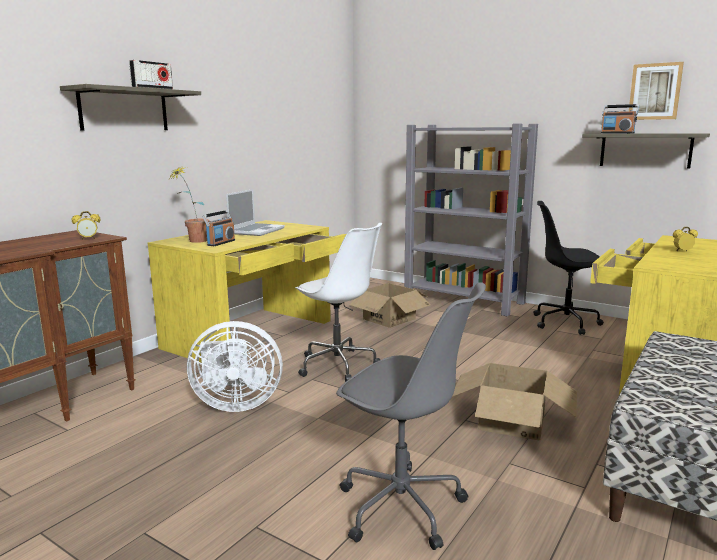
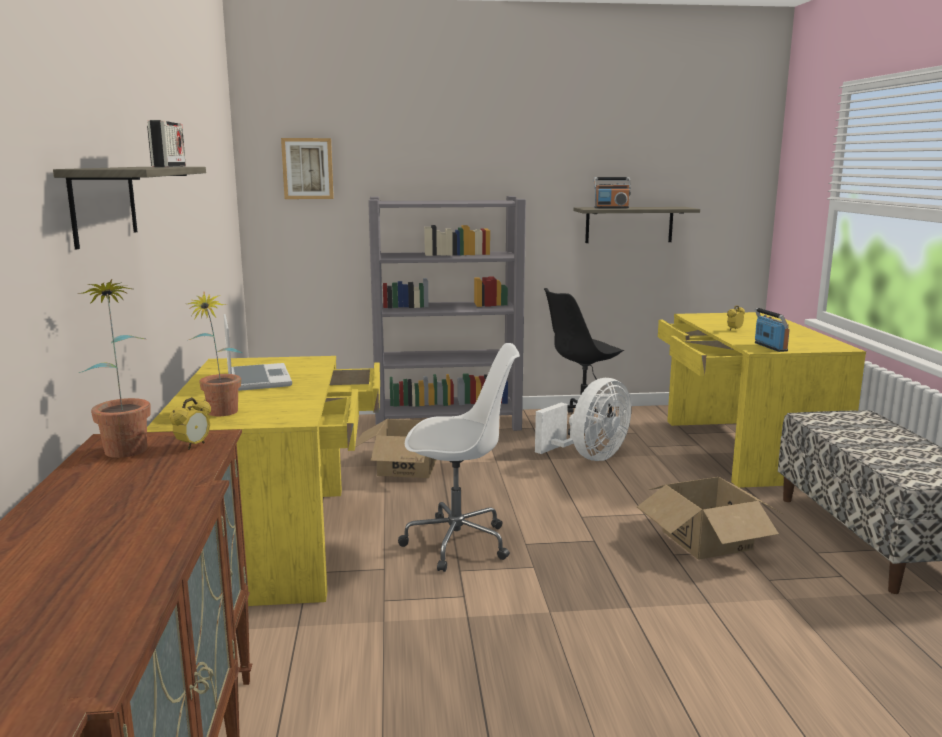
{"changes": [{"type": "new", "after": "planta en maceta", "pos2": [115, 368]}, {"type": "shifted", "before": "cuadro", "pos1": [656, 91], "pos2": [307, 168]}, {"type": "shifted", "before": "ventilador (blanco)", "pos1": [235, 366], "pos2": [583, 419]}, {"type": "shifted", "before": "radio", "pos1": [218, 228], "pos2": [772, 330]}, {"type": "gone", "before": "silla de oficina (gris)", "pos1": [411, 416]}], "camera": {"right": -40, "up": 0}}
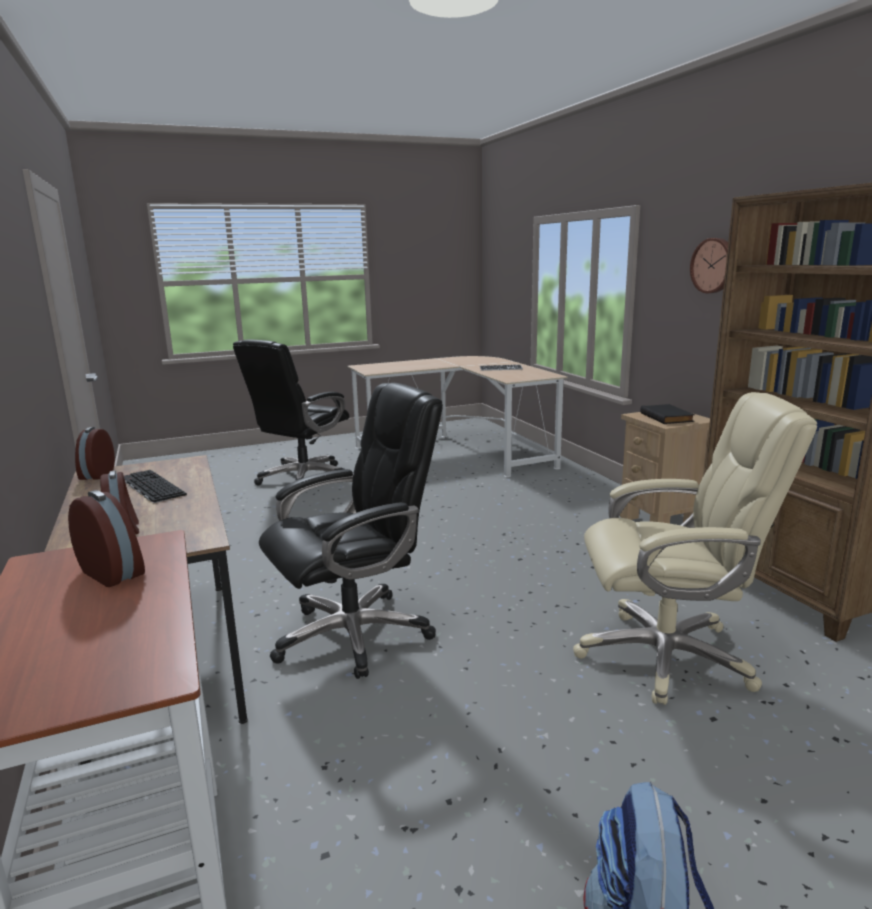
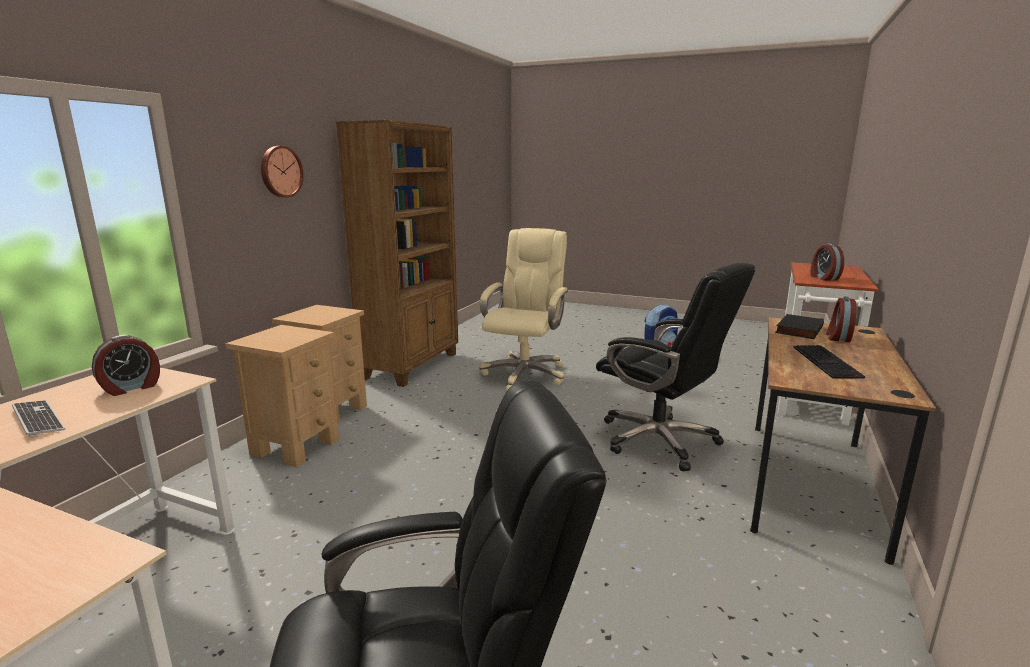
{"changes": [{"type": "shifted", "before": "despertador", "pos1": [95, 453], "pos2": [126, 365]}, {"type": "new", "after": "mesita de noche (beis)", "pos2": [282, 396]}, {"type": "rotated", "before": "silla de oficina (beis)", "pos1": [695, 548], "pos2": [523, 309], "turn": 60}, {"type": "rotated", "before": "silla de oficina (negro)", "pos1": [351, 531], "pos2": [675, 367], "turn": -150}, {"type": "shifted", "before": "libro (negro)", "pos1": [667, 414], "pos2": [799, 326]}], "camera": {"right": -135, "up": 0}}
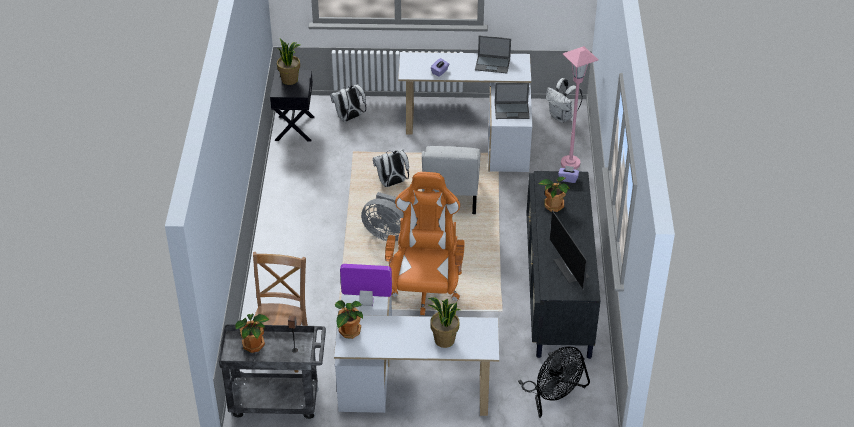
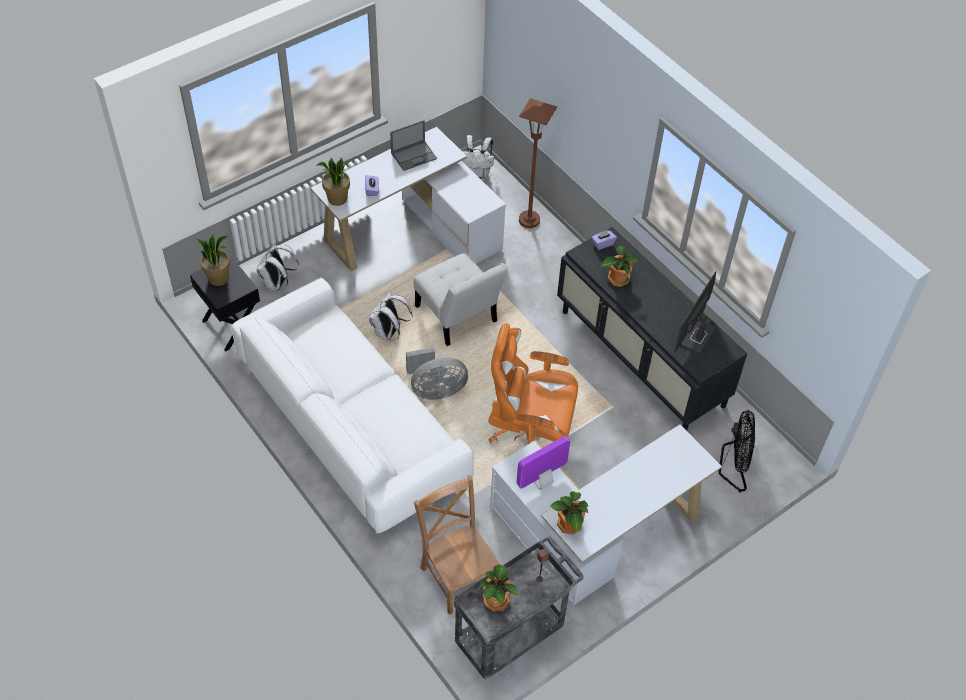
{"changes": [{"type": "new", "after": "sofá (blanco)", "pos2": [352, 406]}, {"type": "shifted", "before": "planta en maceta", "pos1": [443, 322], "pos2": [333, 181]}, {"type": "rotated", "before": "silla de oficina (naranja)", "pos1": [424, 243], "pos2": [533, 384], "turn": -45}, {"type": "repainted", "before": "lámpara de pie (rosa)", "after": "lámpara de pie (marrón)", "pos1": [579, 108], "pos2": [538, 163]}, {"type": "rotated", "before": "monitor", "pos1": [570, 250], "pos2": [695, 312], "turn": 90}, {"type": "gone", "before": "portátil", "pos1": [512, 101]}], "camera": {"right": -40, "up": 10}}
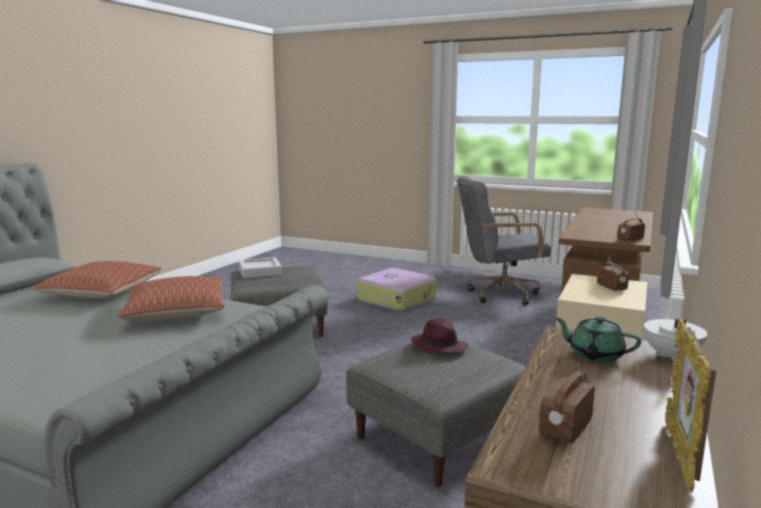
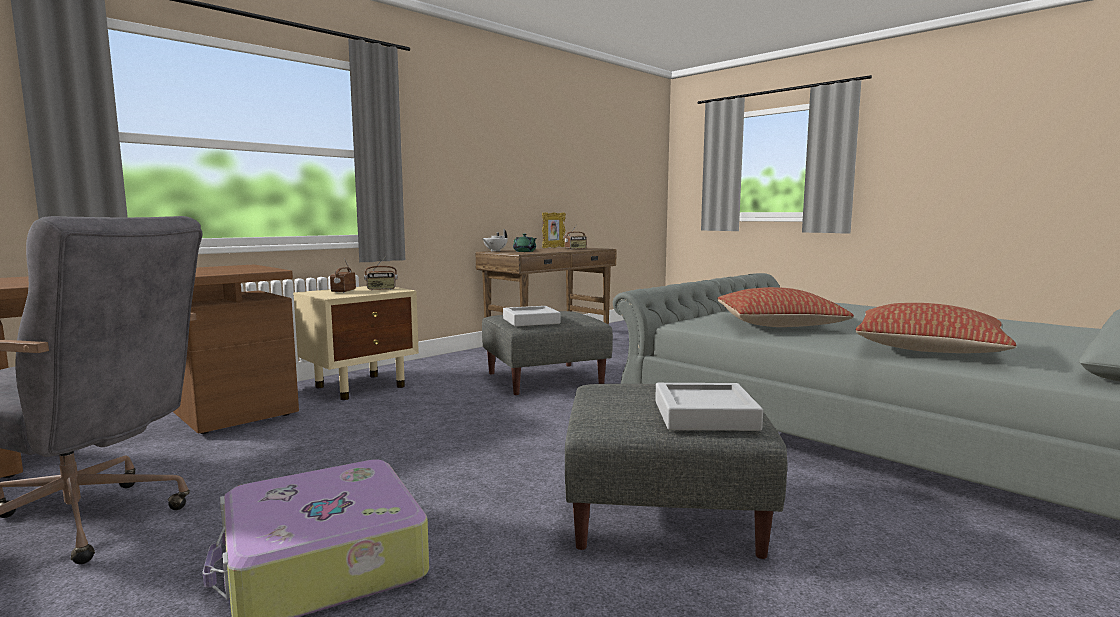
{"changes": [{"type": "shifted", "before": "radio", "pos1": [631, 226], "pos2": [381, 273]}, {"type": "swapped", "before": "sombrero (morado)", "after": "bandeja (gris)", "pos1": [440, 336], "pos2": [531, 316]}], "camera": {"right": -160, "up": -5}}
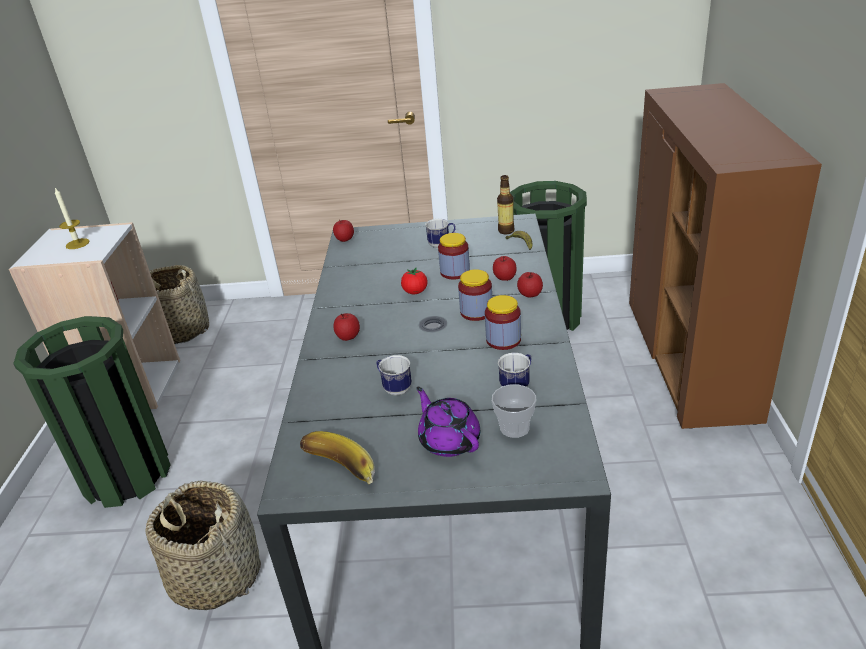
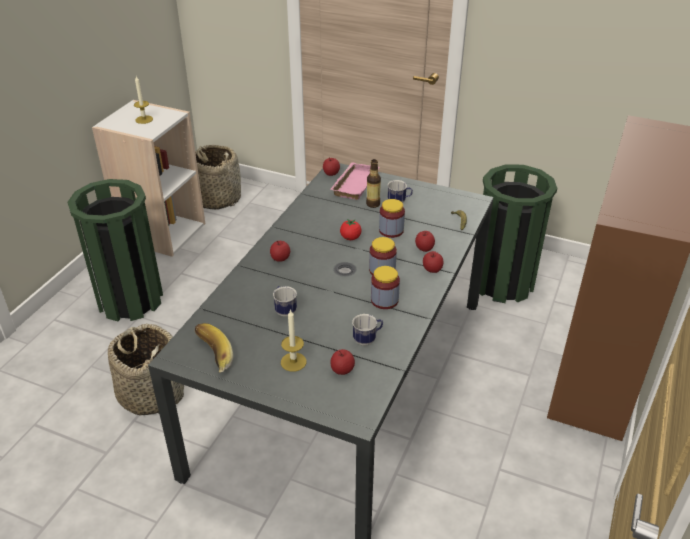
{"changes": [{"type": "swapped", "before": "tetera (morado)", "after": "vela", "pos1": [448, 422], "pos2": [294, 340]}, {"type": "new", "after": "bandeja (rosa)", "pos2": [355, 181]}, {"type": "swapped", "before": "taza", "after": "manzana", "pos1": [514, 411], "pos2": [342, 362]}, {"type": "shifted", "before": "botella", "pos1": [505, 204], "pos2": [373, 183]}], "camera": {"right": 20, "up": 5}}
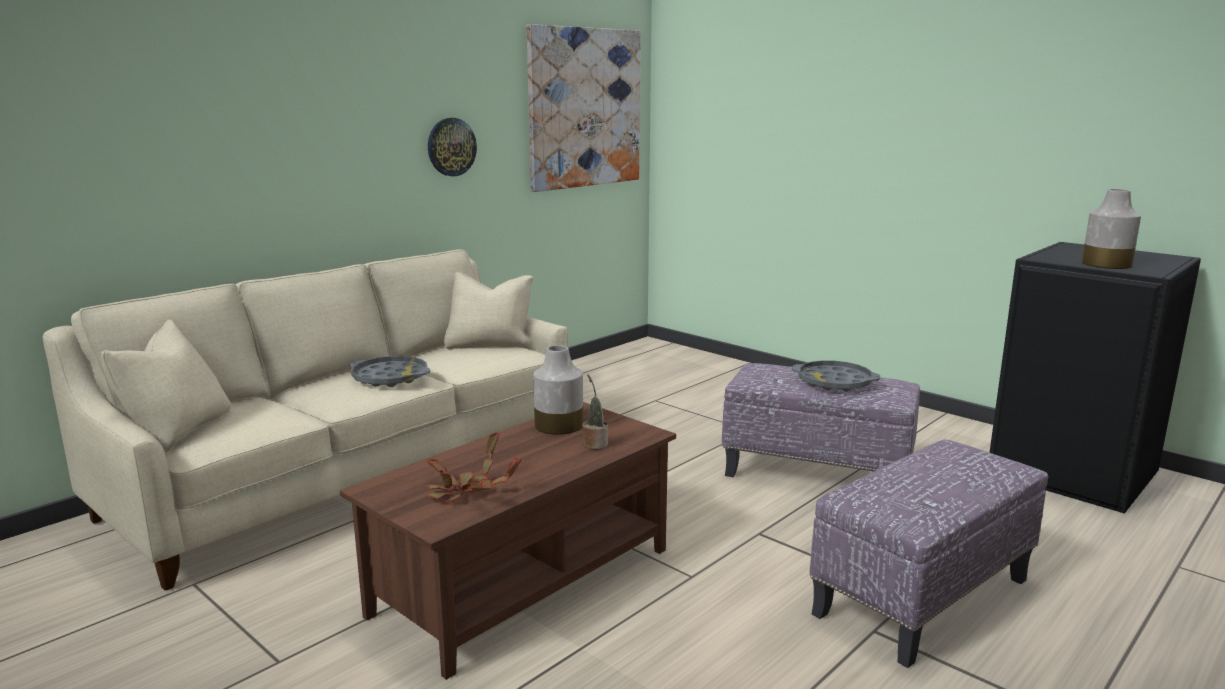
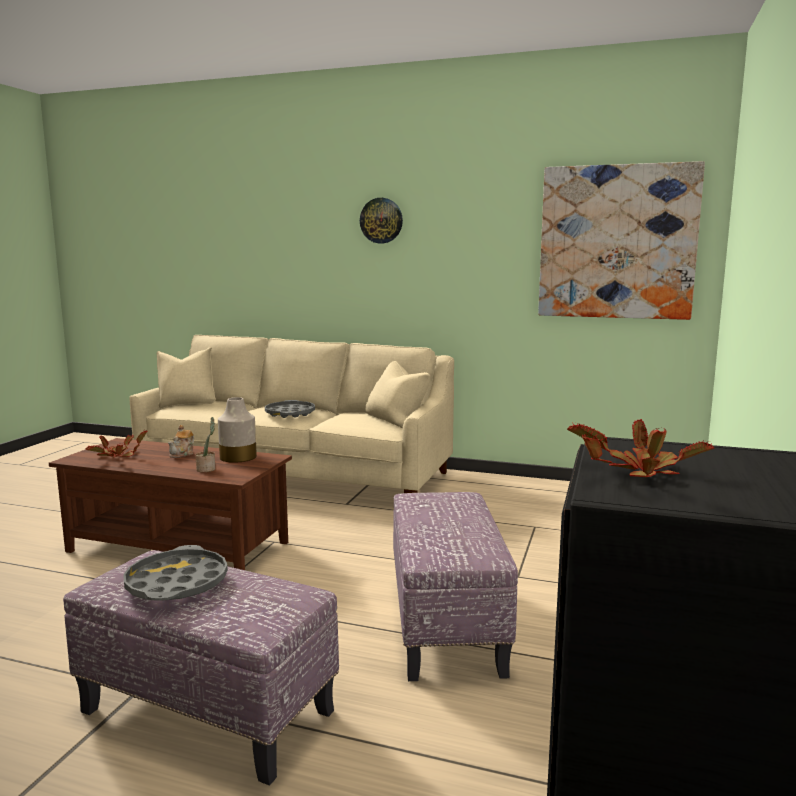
{"changes": [{"type": "shifted", "before": "bandeja (gris)", "pos1": [836, 376], "pos2": [175, 573]}, {"type": "new", "after": "tetera", "pos2": [181, 441]}, {"type": "shifted", "before": "reloj de pared", "pos1": [452, 147], "pos2": [381, 221]}, {"type": "swapped", "before": "florero (beis)", "after": "planta en maceta", "pos1": [1111, 229], "pos2": [641, 448]}], "camera": {"right": 65, "up": -5}}
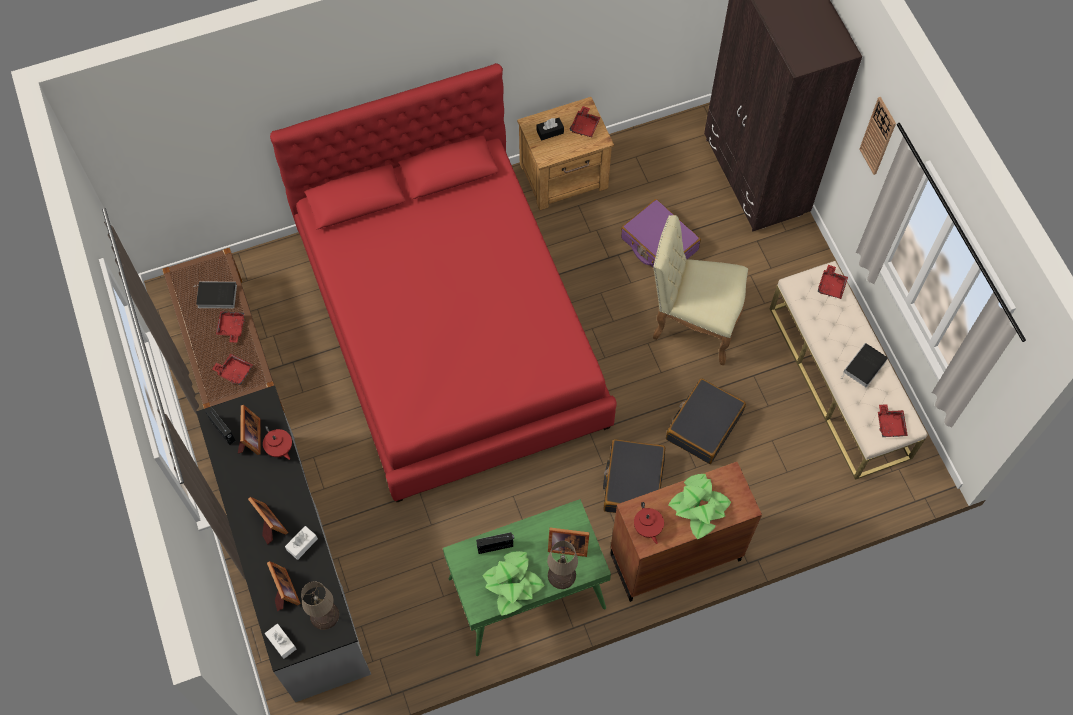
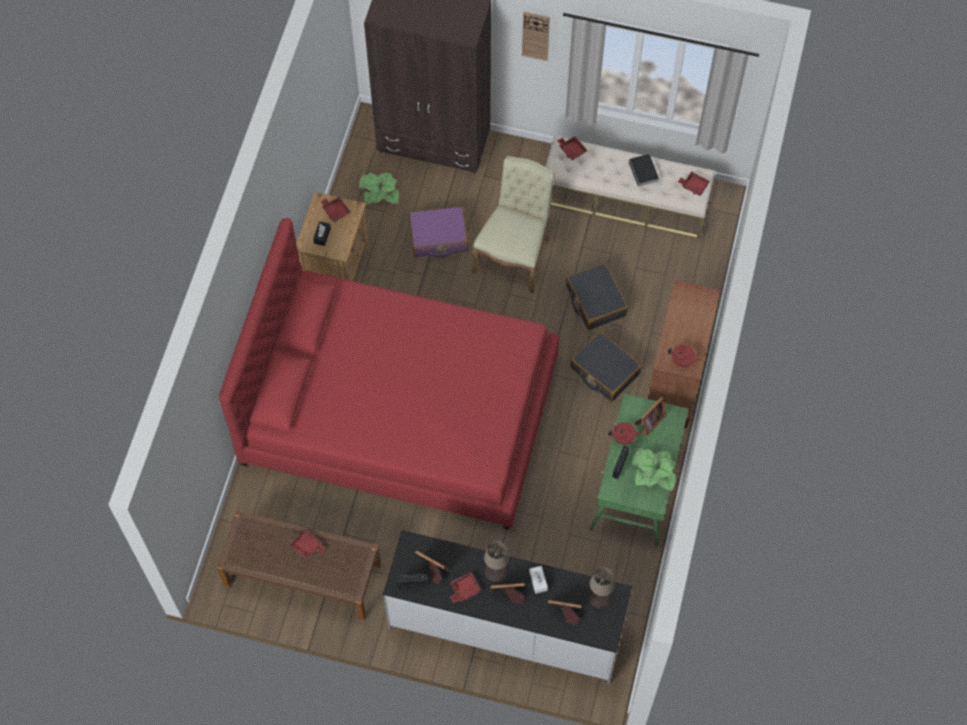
{"changes": [{"type": "shifted", "before": "planta en maceta", "pos1": [699, 506], "pos2": [379, 189]}, {"type": "shifted", "before": "bandeja (rojo)", "pos1": [232, 369], "pos2": [466, 587]}, {"type": "rotated", "before": "silla (beis)", "pos1": [700, 290], "pos2": [513, 224], "turn": 150}, {"type": "shifted", "before": "lámpara de mesa (beis)", "pos1": [562, 565], "pos2": [496, 561]}, {"type": "shifted", "before": "tetera (rojo)", "pos1": [277, 443], "pos2": [625, 433]}, {"type": "gone", "before": "libro", "pos1": [215, 294]}, {"type": "gone", "before": "caja de pañuelos (blanco)", "pos1": [280, 641]}], "camera": {"right": -55, "up": 0}}
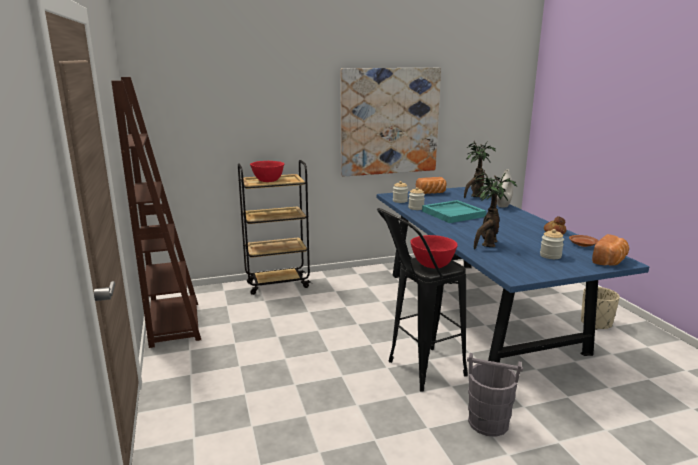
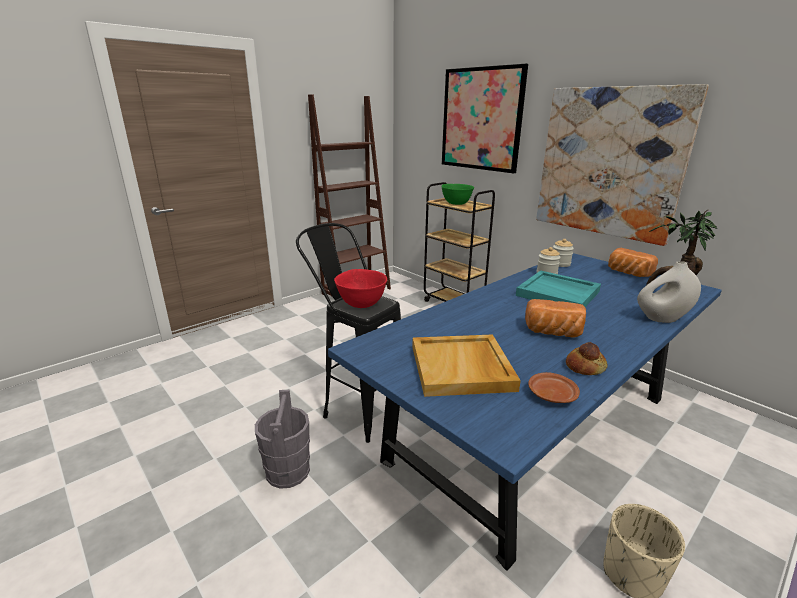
{"changes": [{"type": "swapped", "before": "tarro", "after": "bandeja (beis)", "pos1": [552, 244], "pos2": [466, 365]}, {"type": "repainted", "before": "cuenco (rojo)", "after": "cuenco (verde)", "pos1": [267, 171], "pos2": [457, 194]}, {"type": "new", "after": "cuadro", "pos2": [485, 119]}, {"type": "shifted", "before": "pan", "pos1": [610, 250], "pos2": [555, 318]}, {"type": "gone", "before": "planta en maceta", "pos1": [495, 210]}], "camera": {"right": 65, "up": 5}}
